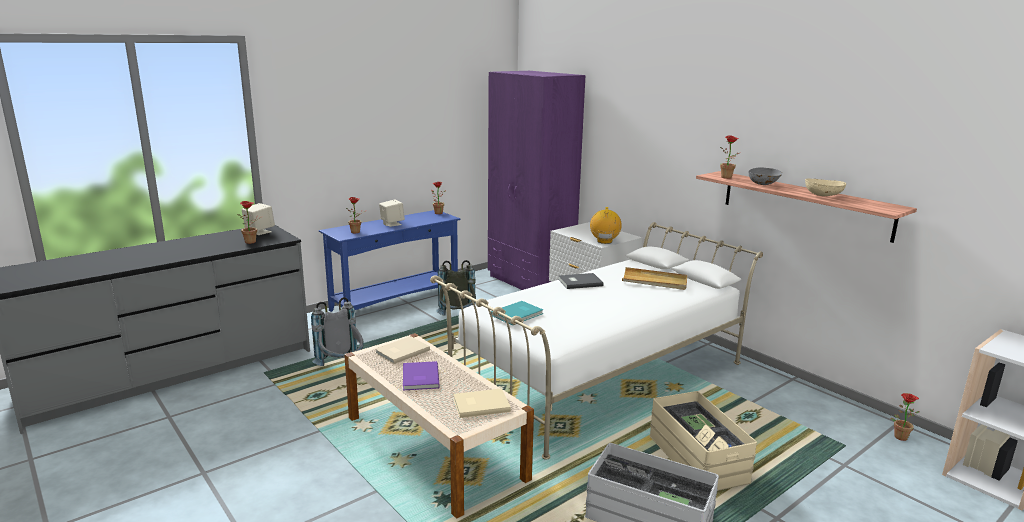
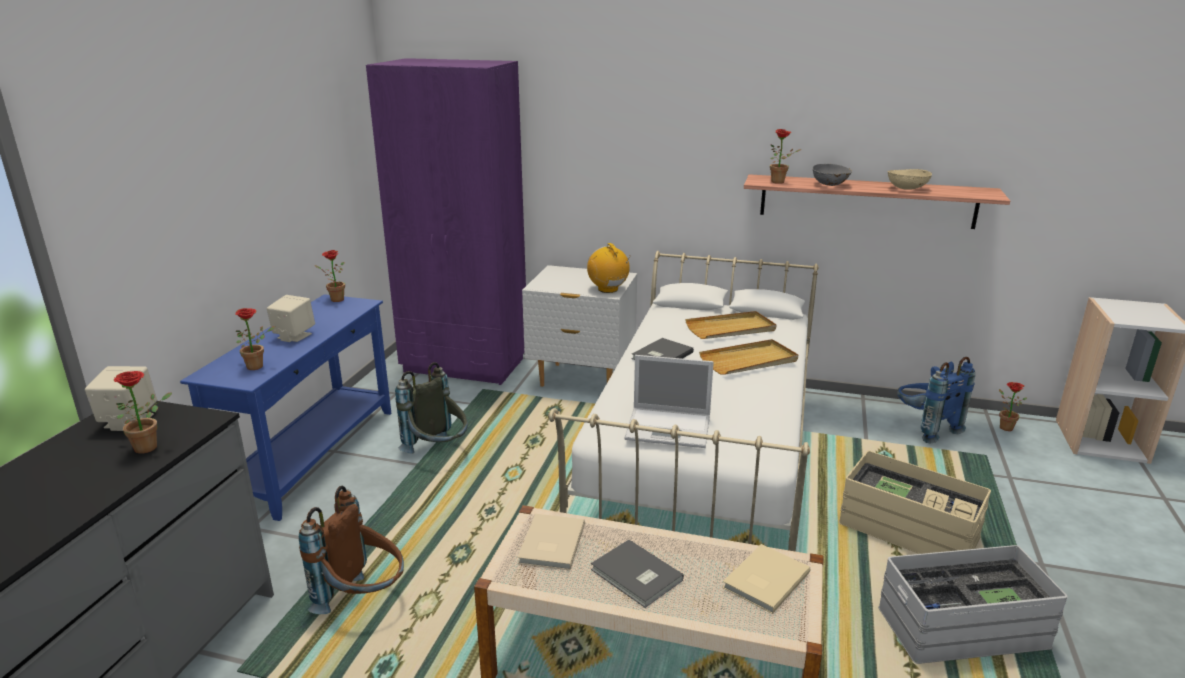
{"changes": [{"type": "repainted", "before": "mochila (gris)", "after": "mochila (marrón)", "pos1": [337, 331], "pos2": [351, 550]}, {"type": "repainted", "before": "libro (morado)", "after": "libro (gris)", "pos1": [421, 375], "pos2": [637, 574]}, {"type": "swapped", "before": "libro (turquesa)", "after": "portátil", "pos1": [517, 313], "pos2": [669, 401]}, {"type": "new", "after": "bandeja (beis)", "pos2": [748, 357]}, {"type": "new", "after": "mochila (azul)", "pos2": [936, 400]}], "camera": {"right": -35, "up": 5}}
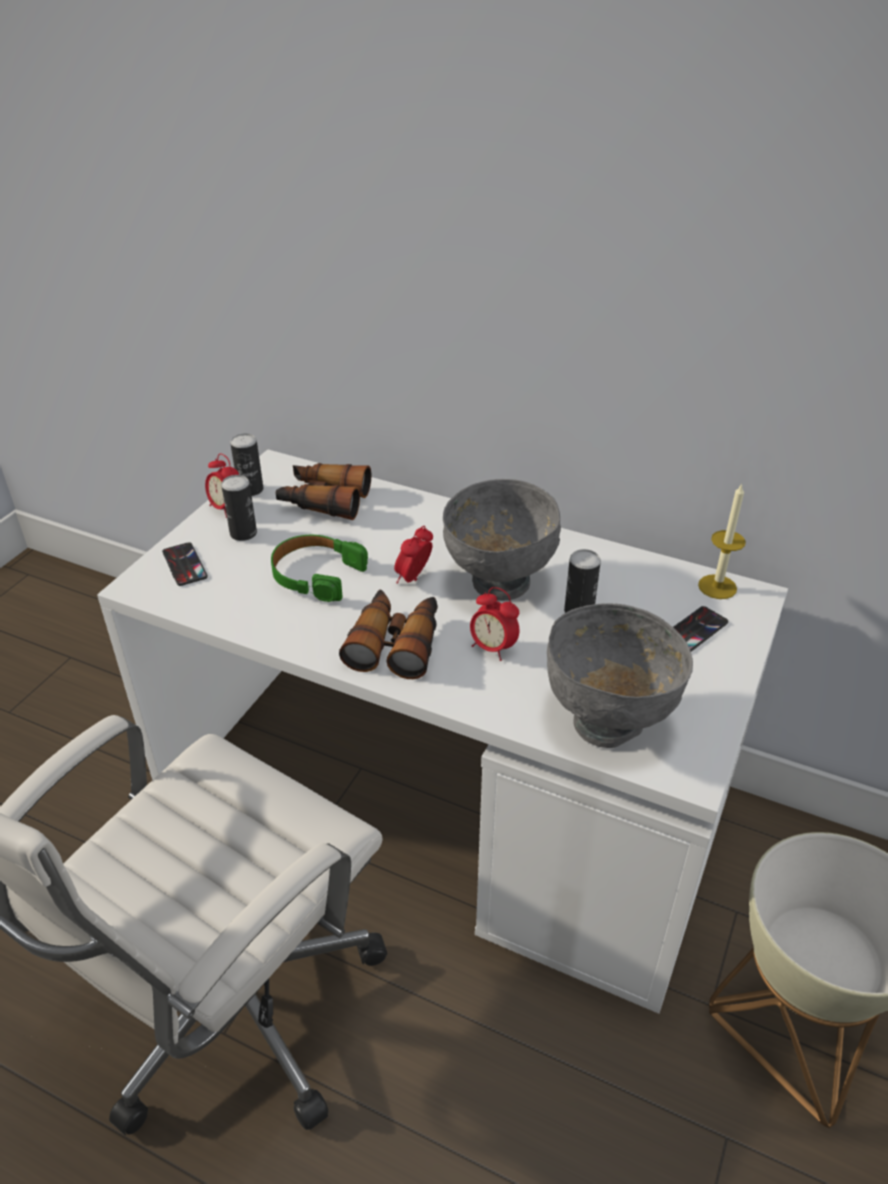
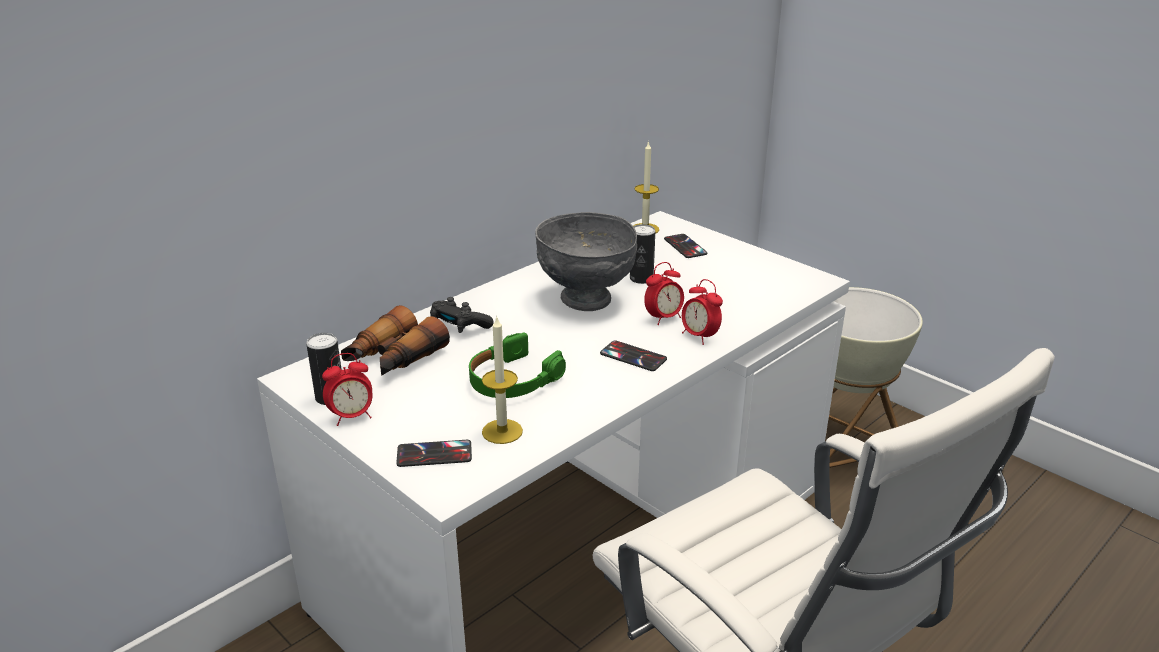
{"changes": [{"type": "new", "after": "mando de consola (negro)", "pos2": [462, 315]}, {"type": "new", "after": "vela", "pos2": [502, 380]}, {"type": "swapped", "before": "prismáticos", "after": "móvil", "pos1": [388, 634], "pos2": [633, 355]}, {"type": "shifted", "before": "despertador", "pos1": [413, 555], "pos2": [702, 312]}, {"type": "gone", "before": "lata", "pos1": [239, 508]}, {"type": "gone", "before": "cuenco (gris)", "pos1": [620, 675]}], "camera": {"right": -70, "up": -10}}
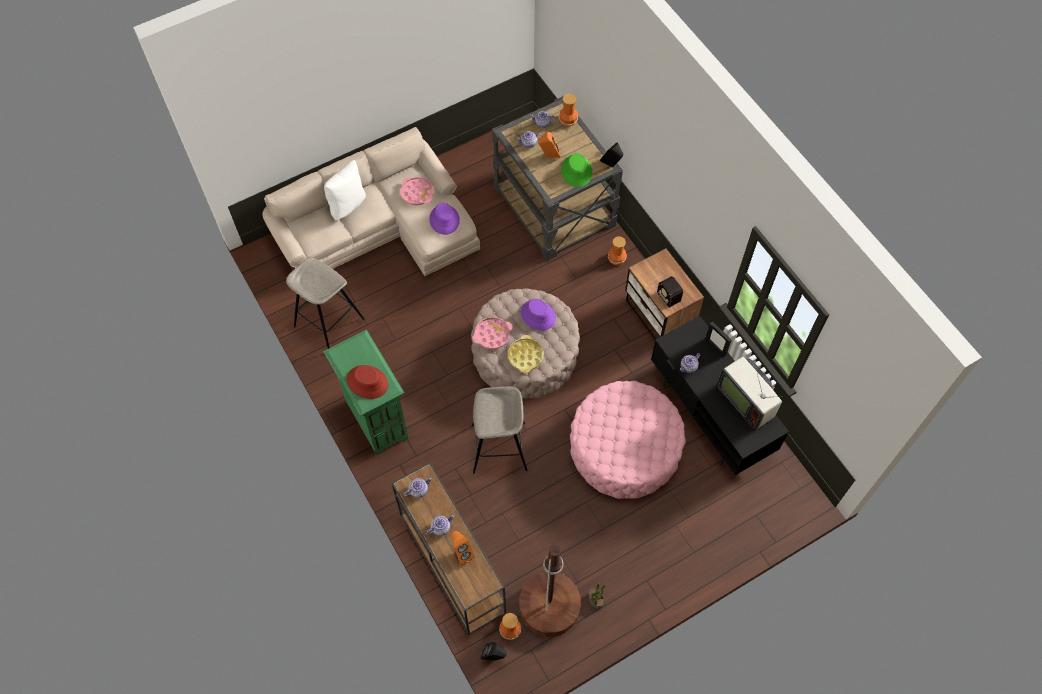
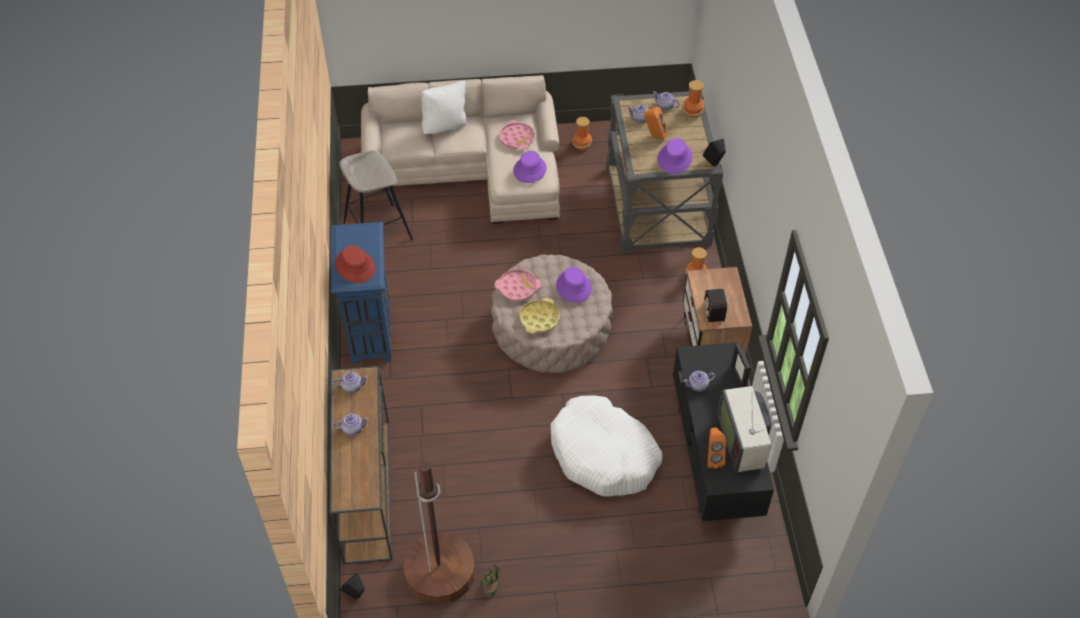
{"changes": [{"type": "repainted", "before": "armario (verde)", "after": "armario (azul)", "pos1": [365, 392], "pos2": [361, 293]}, {"type": "swapped", "before": "puf (rosa)", "after": "cama para perro (blanco)", "pos1": [628, 440], "pos2": [607, 446]}, {"type": "shifted", "before": "florero", "pos1": [510, 626], "pos2": [582, 133]}, {"type": "repainted", "before": "sombrero (verde)", "after": "sombrero (morado)", "pos1": [576, 170], "pos2": [675, 156]}, {"type": "shifted", "before": "altavoz (naranja)", "pos1": [463, 548], "pos2": [716, 448]}, {"type": "gone", "before": "taburete (gris)", "pos1": [500, 430]}], "camera": {"right": 25, "up": -10}}
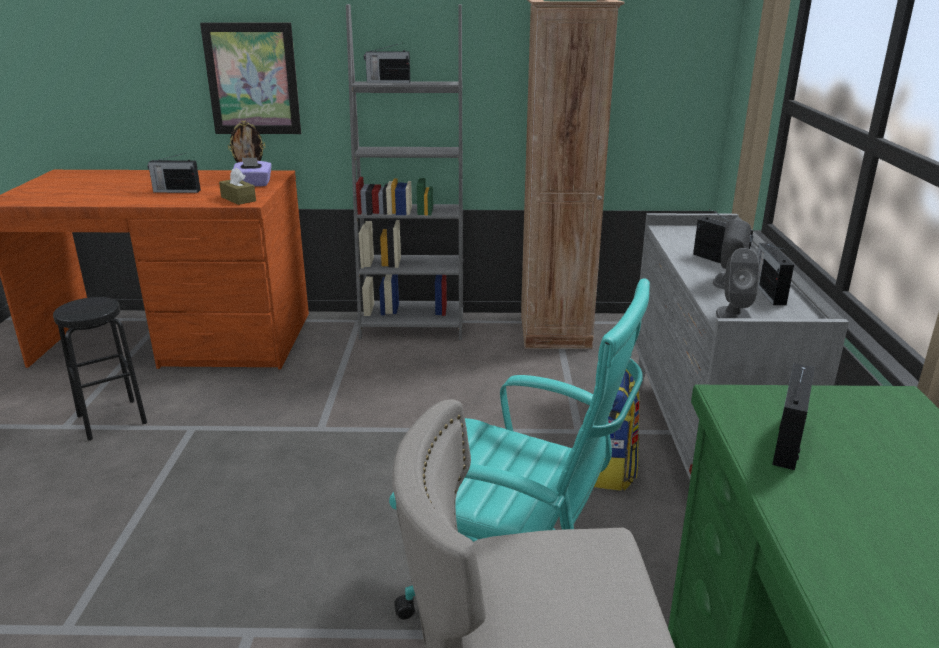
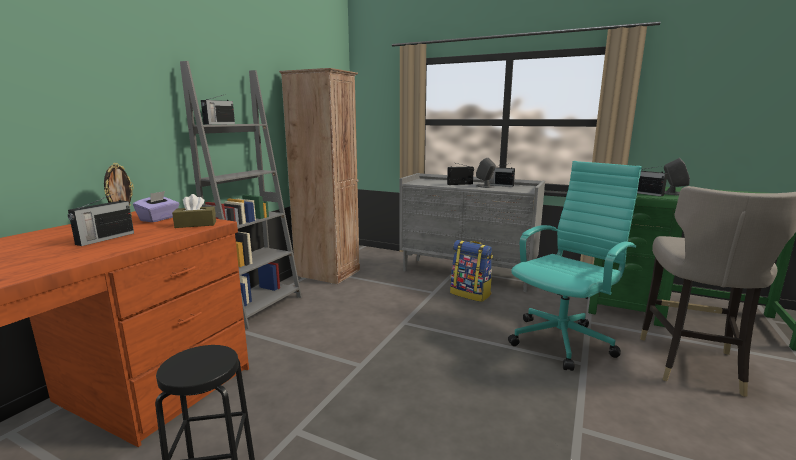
{"changes": [{"type": "shifted", "before": "altavoz (gris)", "pos1": [737, 283], "pos2": [677, 176]}, {"type": "gone", "before": "cuadro", "pos1": [250, 78]}], "camera": {"right": -65, "up": -10}}
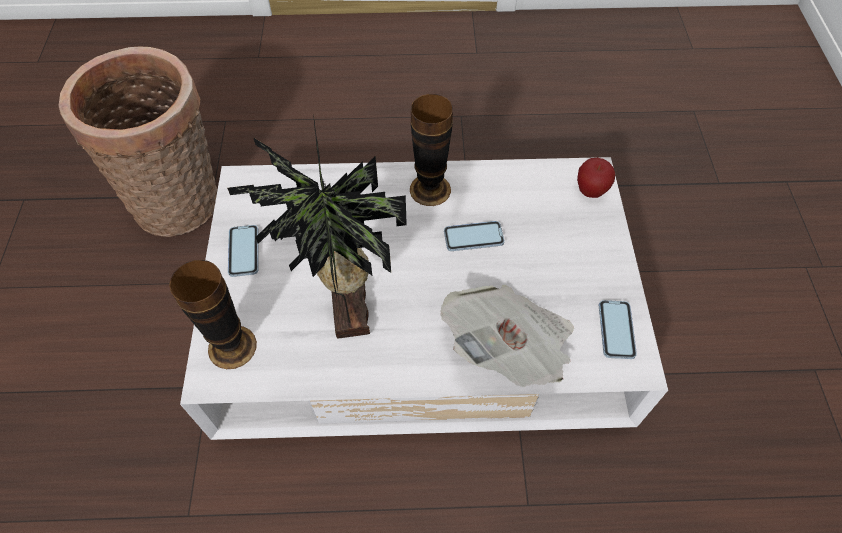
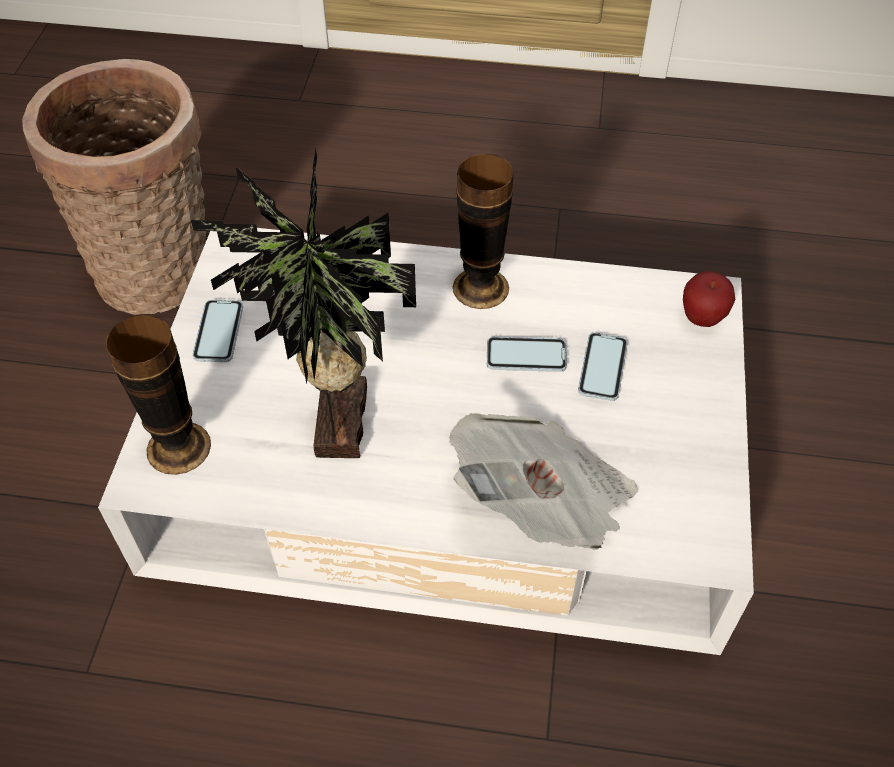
{"changes": [{"type": "shifted", "before": "móvil", "pos1": [618, 329], "pos2": [603, 367]}], "camera": {"right": 10, "up": -5}}
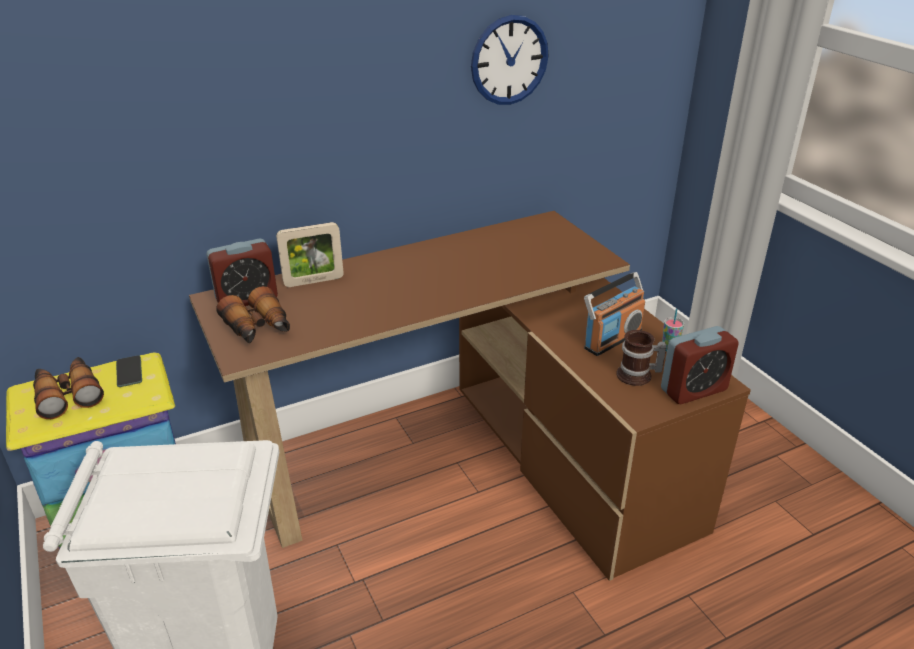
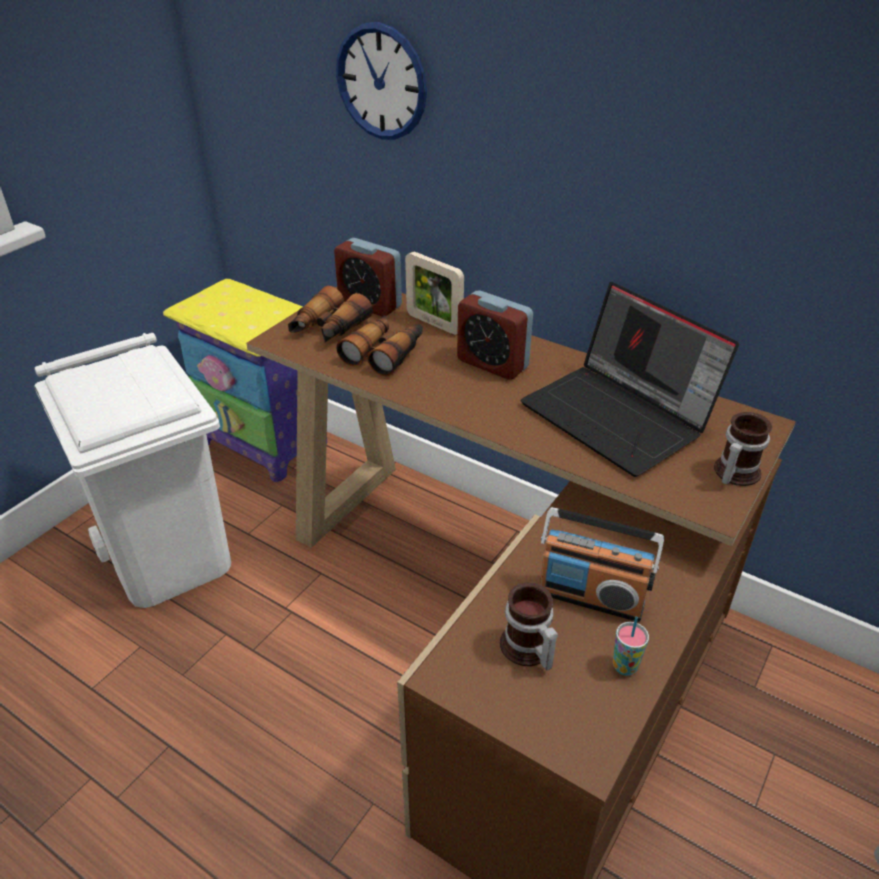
{"changes": [{"type": "shifted", "before": "reloj de pared", "pos1": [509, 60], "pos2": [381, 81]}, {"type": "shifted", "before": "prismáticos", "pos1": [68, 388], "pos2": [380, 345]}, {"type": "shifted", "before": "despertador", "pos1": [700, 365], "pos2": [495, 335]}, {"type": "new", "after": "portátil", "pos2": [630, 379]}, {"type": "new", "after": "taza grande", "pos2": [743, 449]}, {"type": "gone", "before": "móvil", "pos1": [129, 371]}], "camera": {"right": 60, "up": 5}}
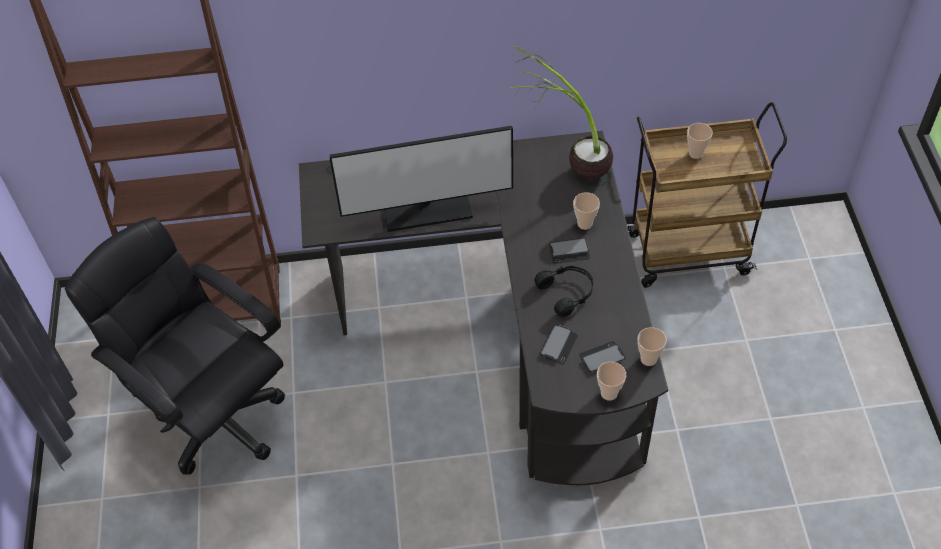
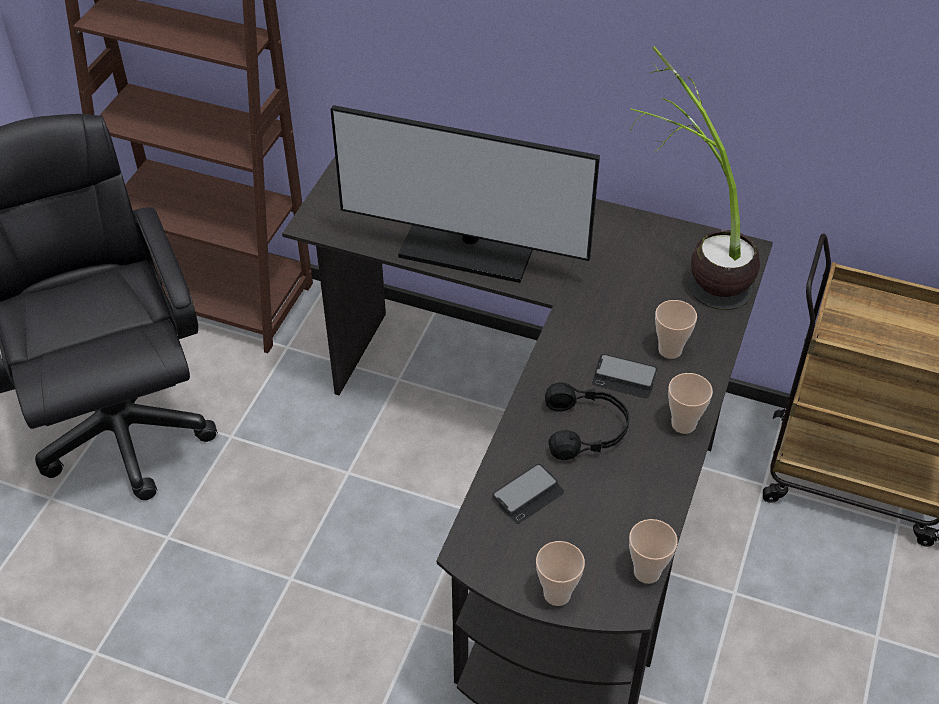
{"changes": [{"type": "shifted", "before": "taza", "pos1": [700, 141], "pos2": [690, 403]}, {"type": "gone", "before": "móvil", "pos1": [602, 356]}], "camera": {"right": 25, "up": -5}}
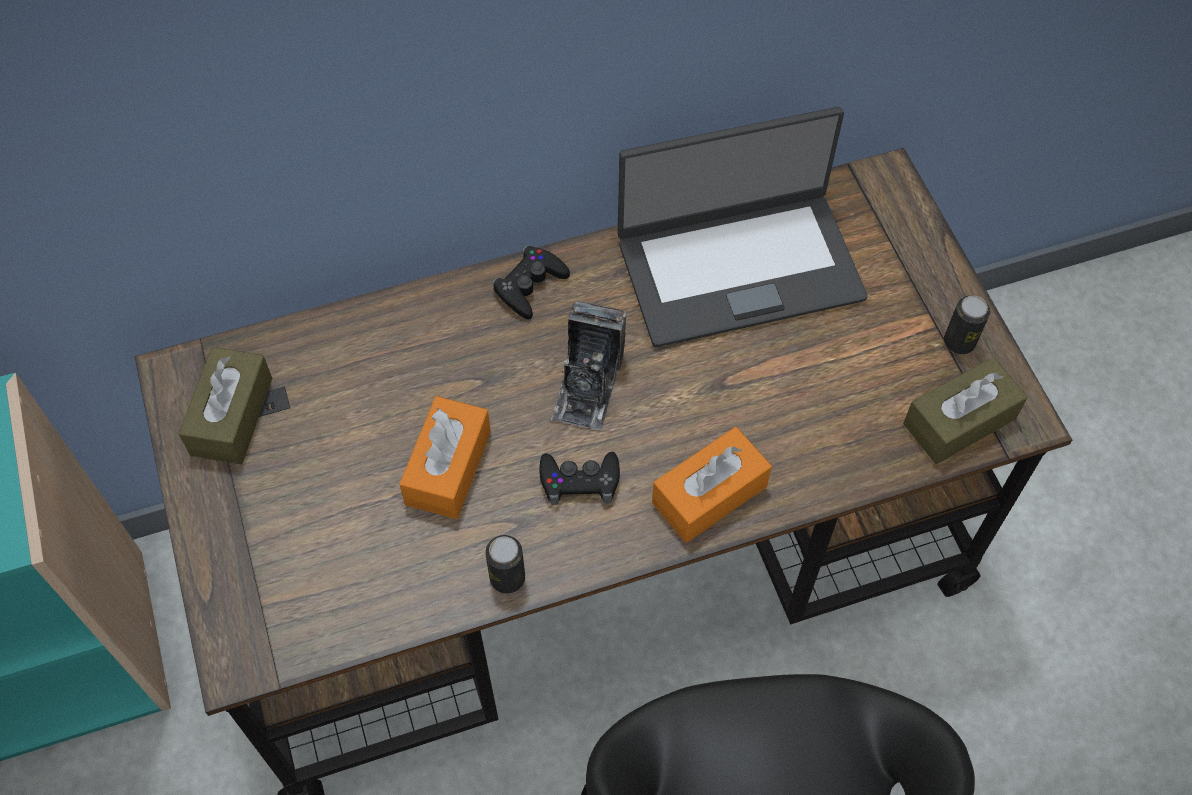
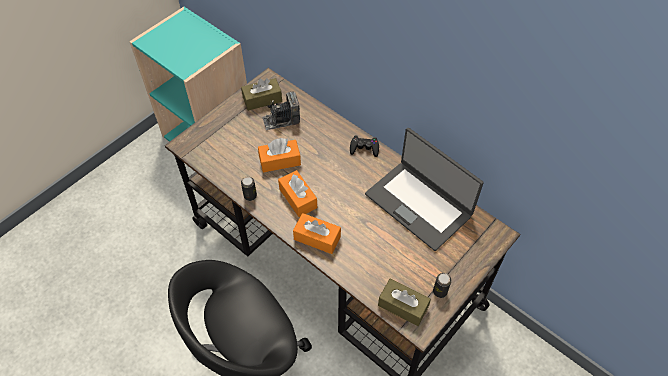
{"changes": [{"type": "shifted", "before": "cámara", "pos1": [588, 365], "pos2": [281, 110]}, {"type": "swapped", "before": "mando de consola (negro)", "after": "caja de pañuelos (naranja)", "pos1": [580, 478], "pos2": [297, 193]}], "camera": {"right": 60, "up": -5}}
